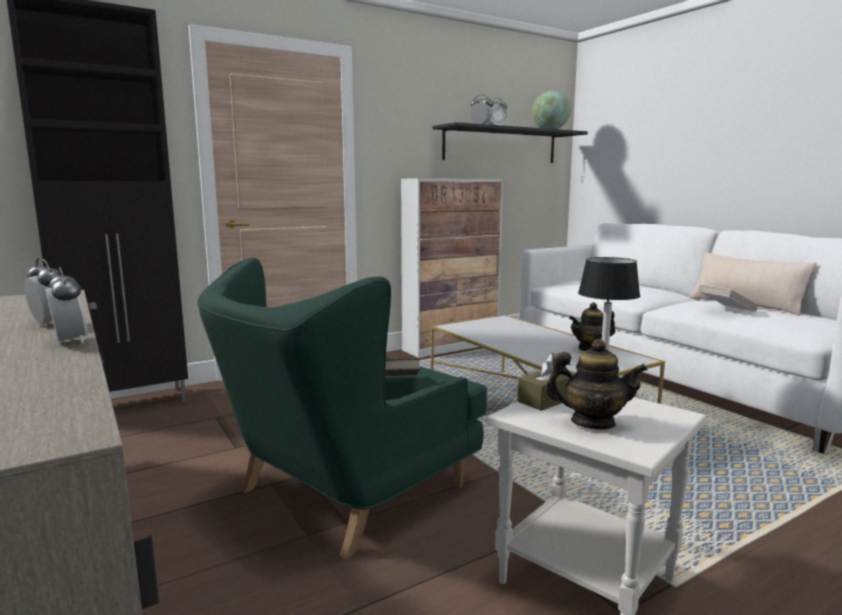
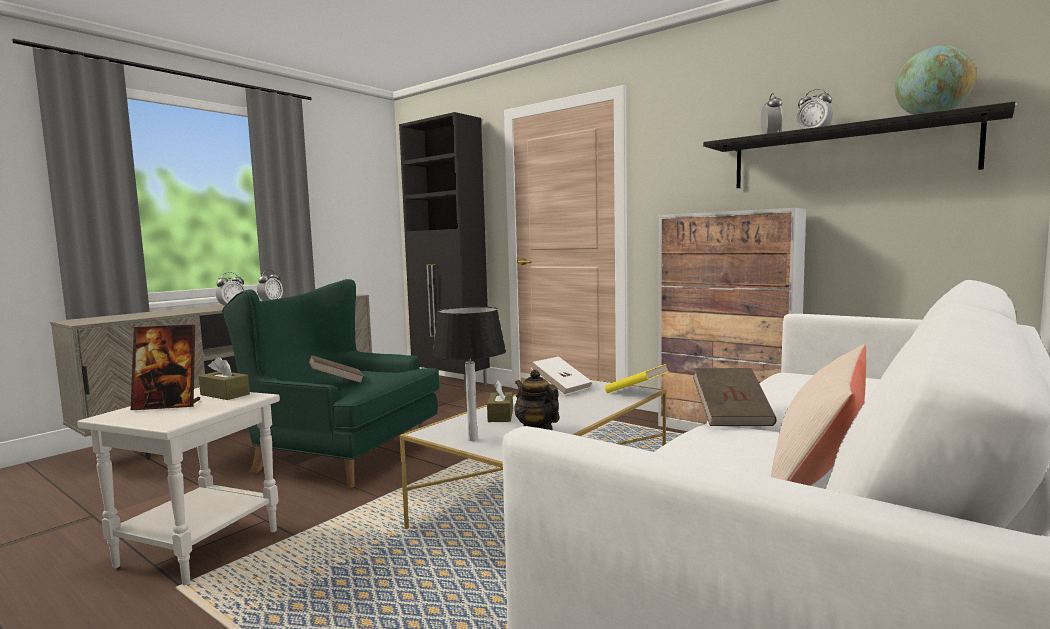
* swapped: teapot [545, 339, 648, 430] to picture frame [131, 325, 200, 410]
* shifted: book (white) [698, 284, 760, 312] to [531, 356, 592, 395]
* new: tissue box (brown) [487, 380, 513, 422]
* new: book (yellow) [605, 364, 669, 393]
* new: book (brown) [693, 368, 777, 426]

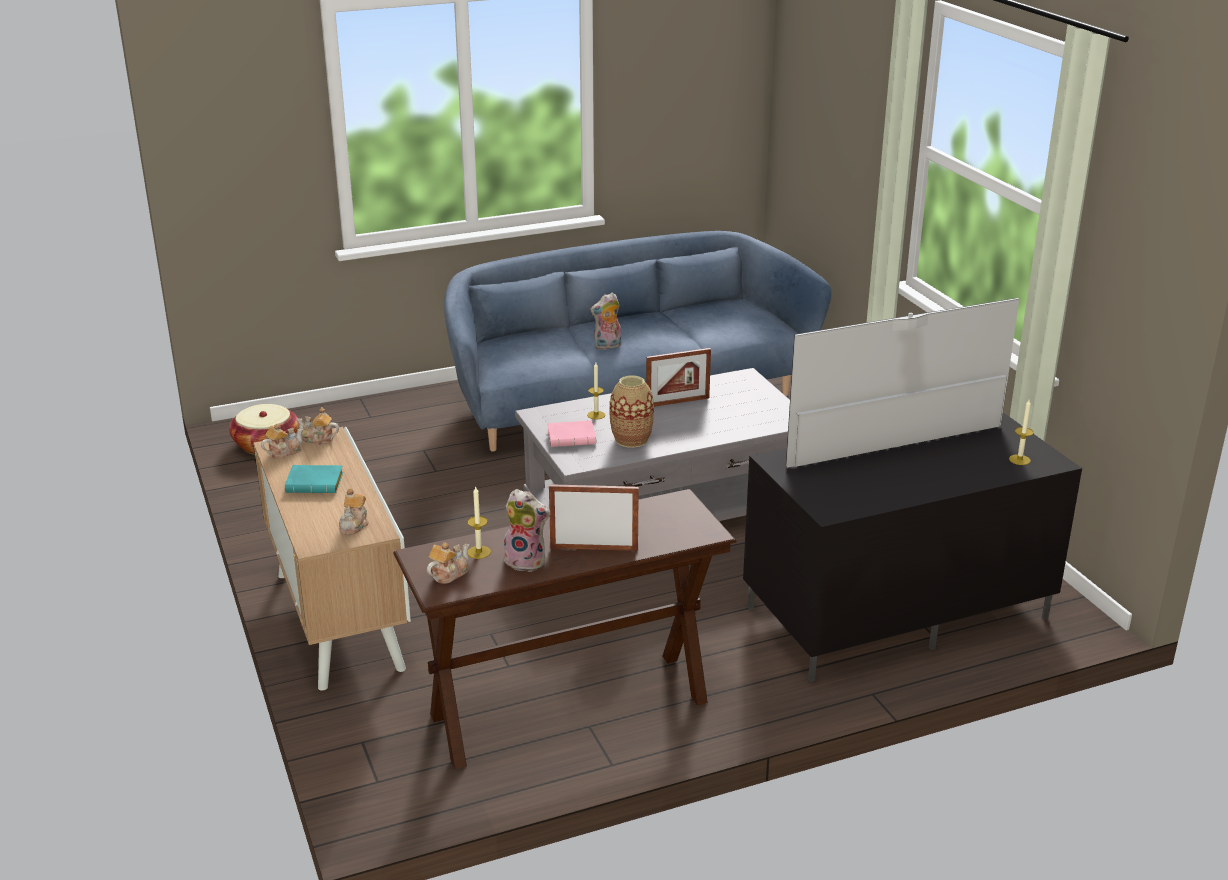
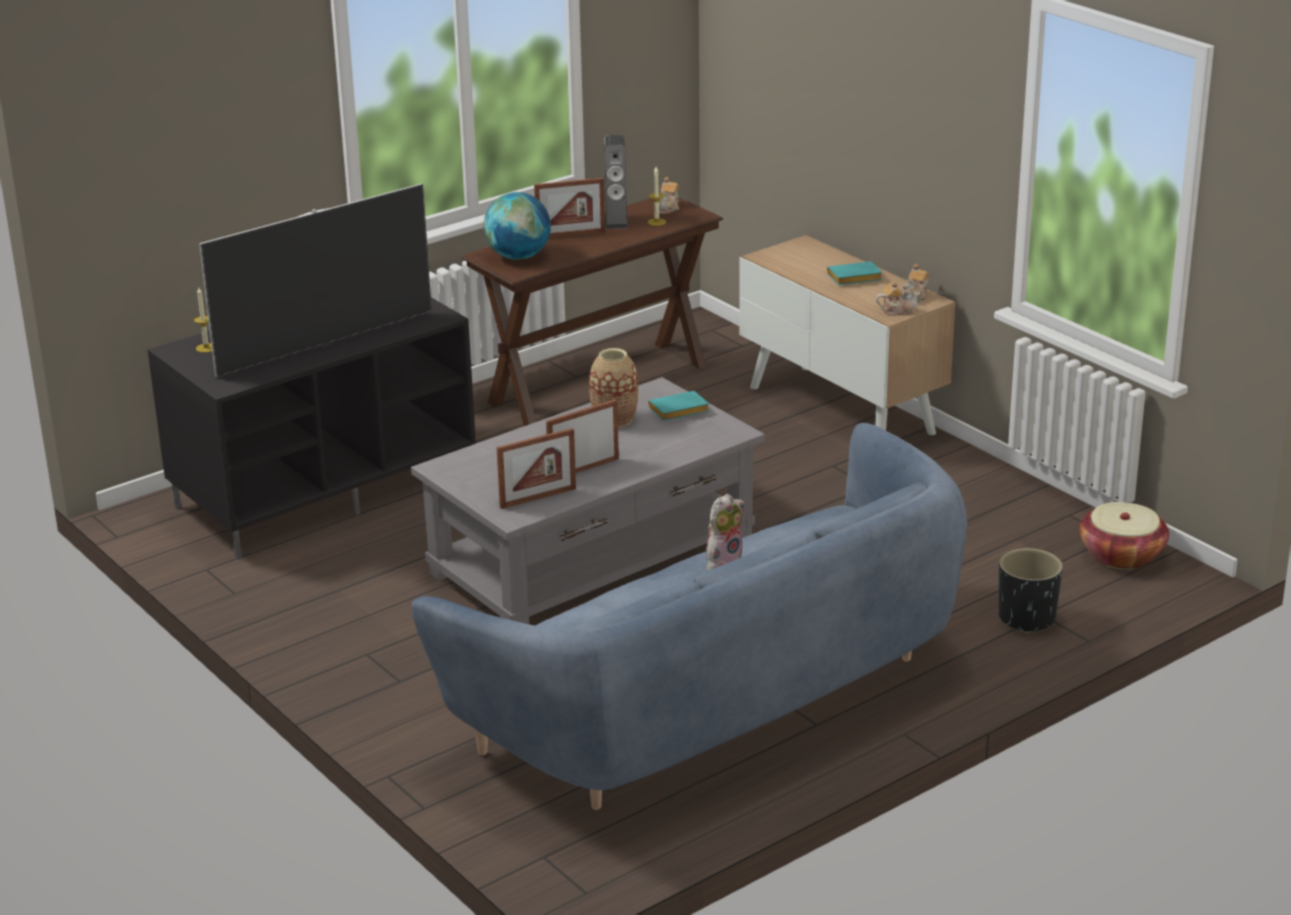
* gone: teapot [339, 488, 369, 535]
* swapped: plush toy [504, 489, 550, 572] to speaker [604, 135, 628, 229]
* repainted: book (pink) [547, 420, 596, 447] to book (turquoise) [648, 391, 709, 421]
* gone: candle [587, 363, 605, 419]
* new: globe [484, 192, 551, 260]
* new: picture frame [496, 428, 576, 509]
* new: planter (black) [998, 548, 1063, 634]

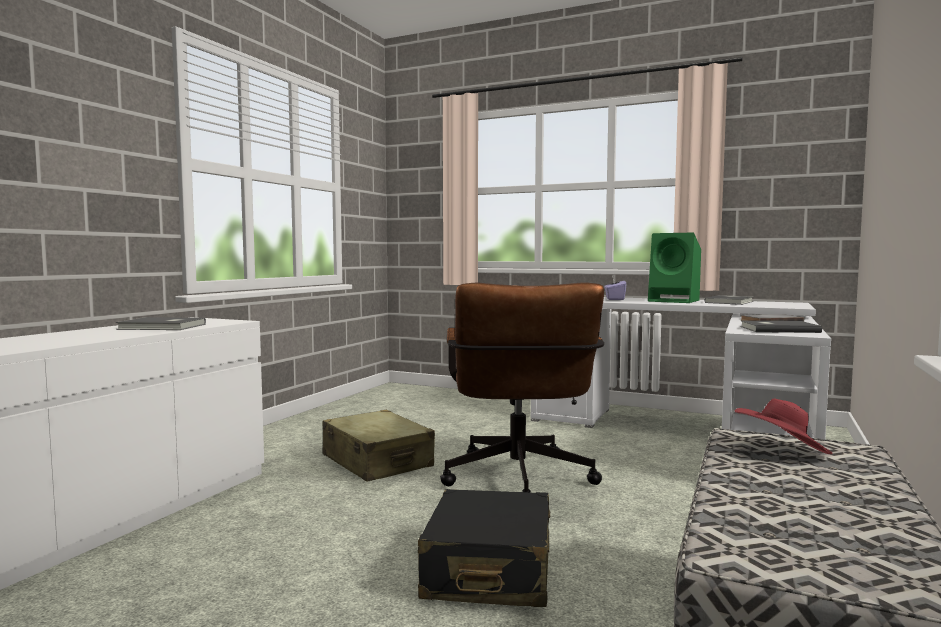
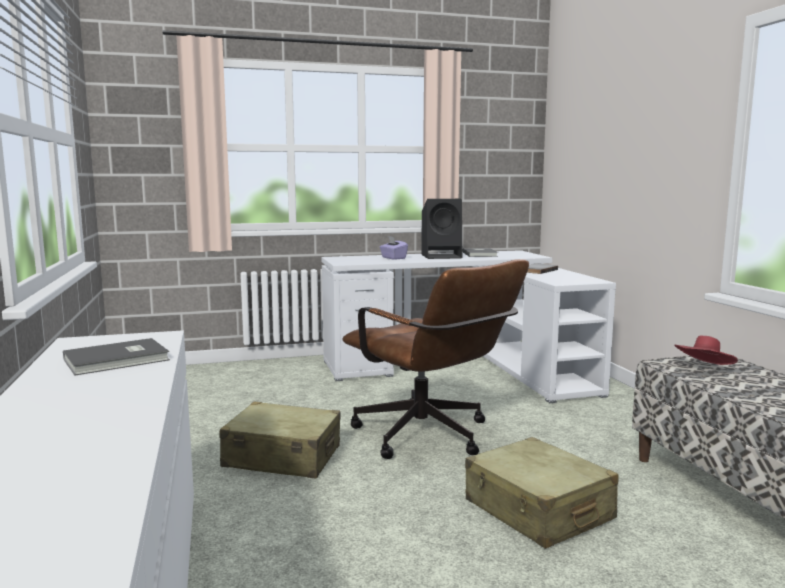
* repainted: suitcase (black) [418, 489, 550, 607] to suitcase (beige) [465, 437, 619, 549]
* repainted: speaker (green) [648, 233, 701, 303] to speaker (black) [421, 199, 462, 259]
* gone: book (grey) [740, 320, 822, 333]

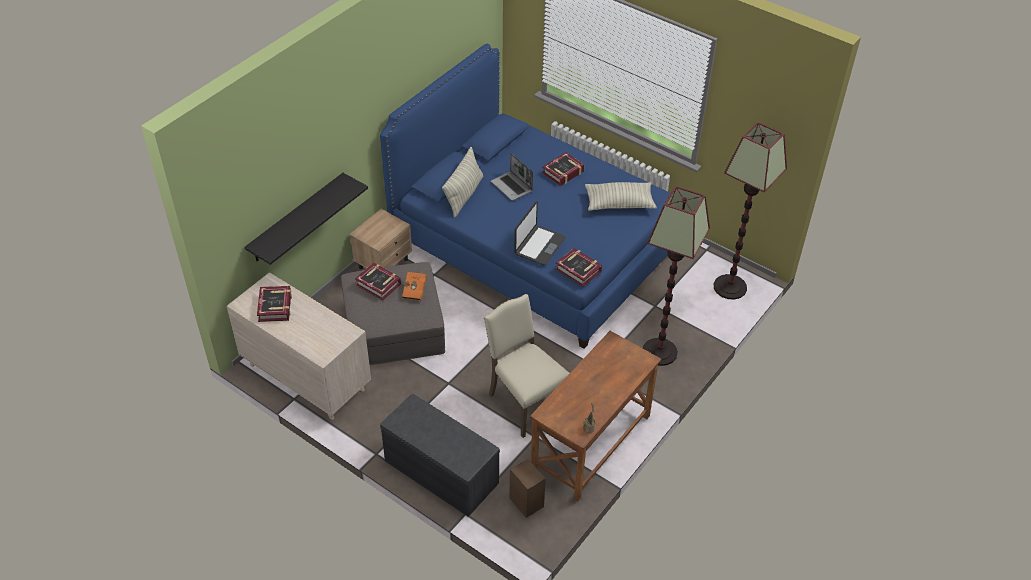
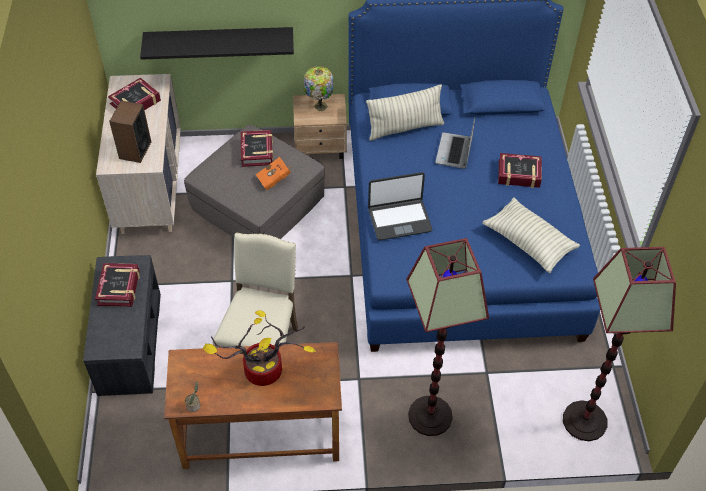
* shifted: speaker [509, 459, 546, 518] to [109, 101, 151, 163]
* shifted: book [555, 248, 602, 287] to [95, 263, 140, 307]
* new: potted plant [203, 310, 316, 386]
* new: table lamp [304, 66, 333, 112]

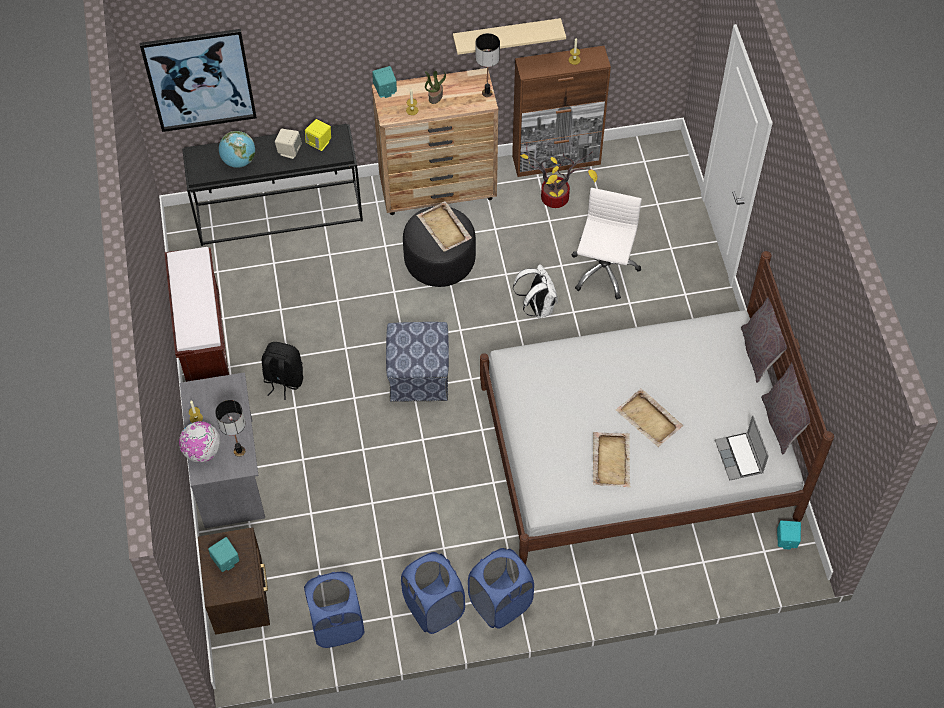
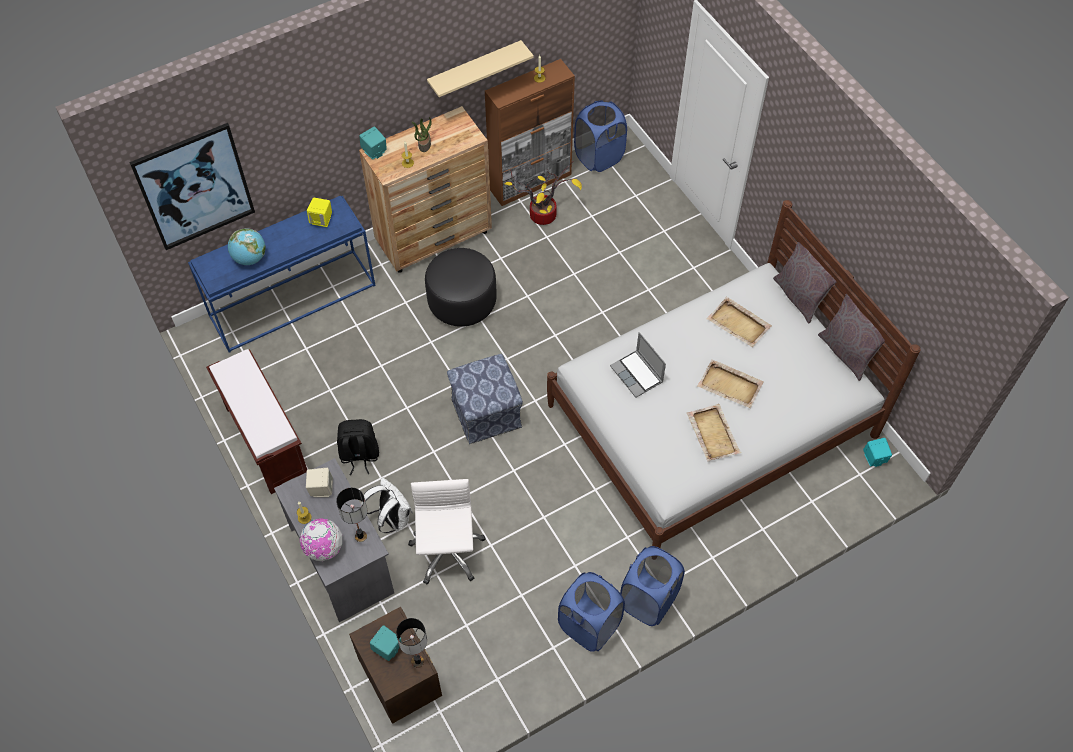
* repainted: console table (black) [182, 124, 363, 246] to console table (blue) [188, 196, 376, 353]
* shifted: speaker (beige) [275, 129, 302, 159] to [306, 468, 333, 497]
* shifted: laundry basket (blue) [304, 572, 364, 648] to [574, 100, 627, 172]
* shifted: tray (beige) [417, 201, 472, 252] to [707, 297, 772, 347]
* shifted: table lamp [475, 33, 500, 97] to [396, 618, 427, 668]
* shifted: backpack (white) [513, 264, 558, 318] to [361, 478, 413, 533]
* shifted: office chair (white) [572, 188, 642, 300] to [408, 479, 486, 585]
* shifted: laptop [715, 415, 769, 481] to [610, 332, 666, 398]

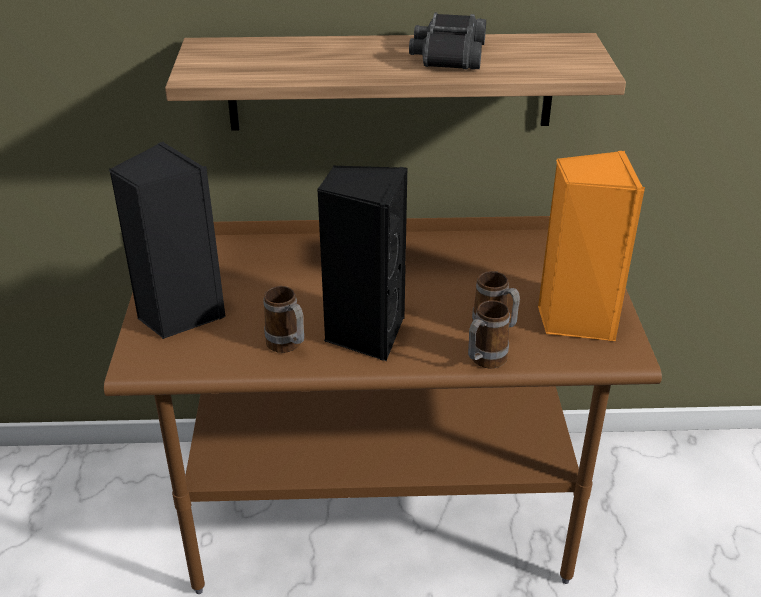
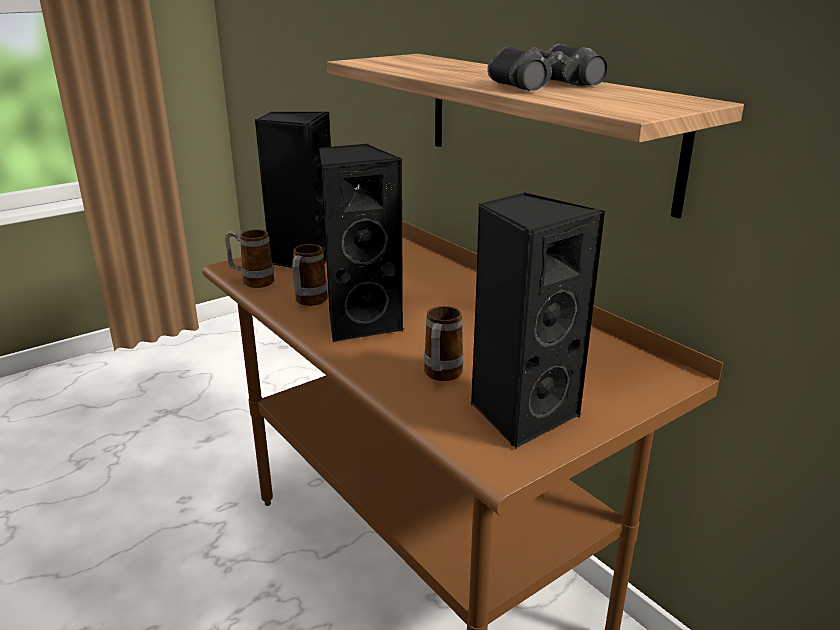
* shifted: mug [468, 300, 510, 369] to [225, 229, 274, 288]
* repainted: speaker (orange) [538, 151, 645, 341] to speaker (black) [471, 192, 605, 449]

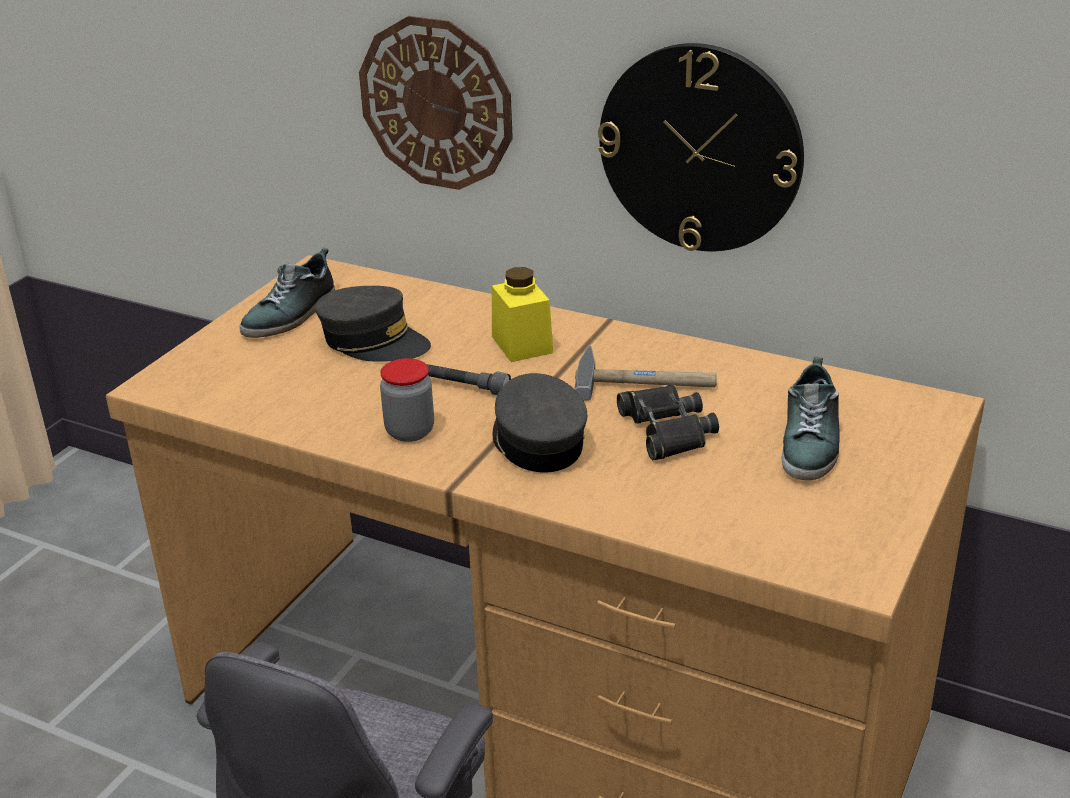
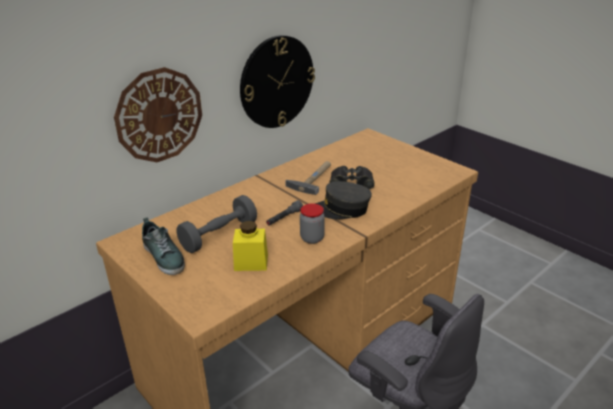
* swapped: cap (grey) [315, 286, 431, 362] to dumbbell (grey) [177, 195, 257, 253]
* shifted: jar (yellow) [492, 267, 553, 362] to [233, 221, 268, 271]
* gone: shoe [782, 357, 840, 480]

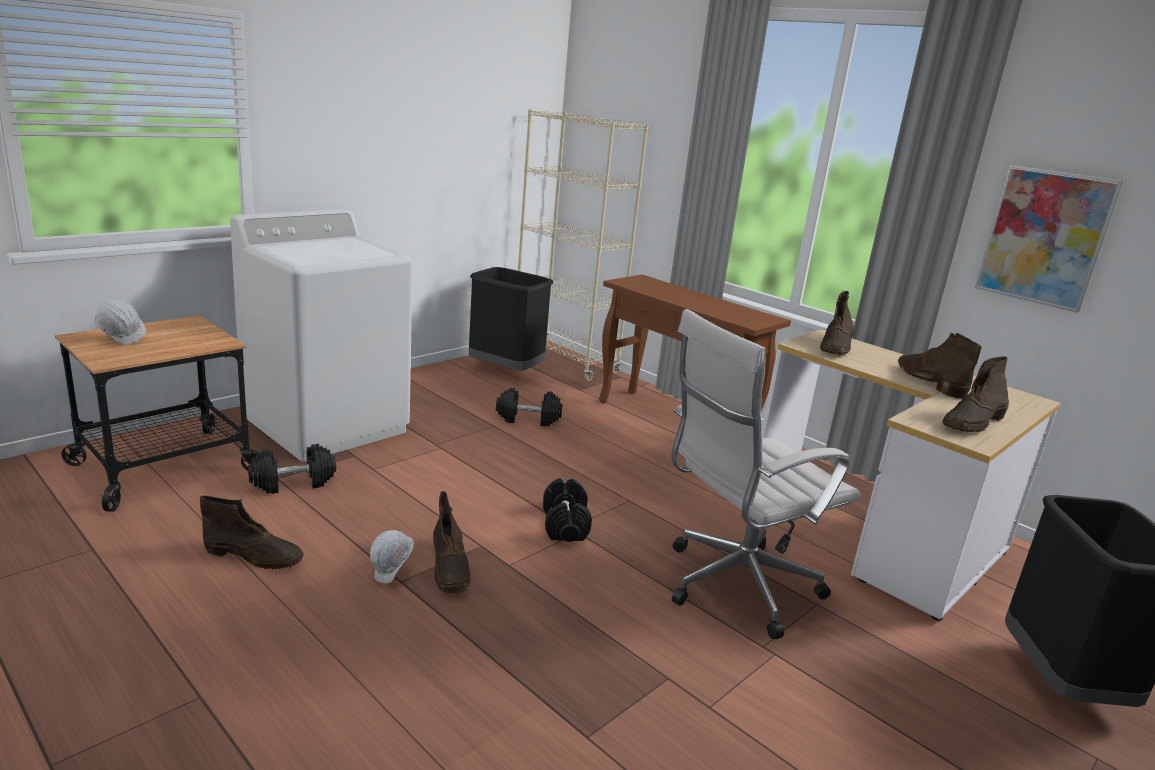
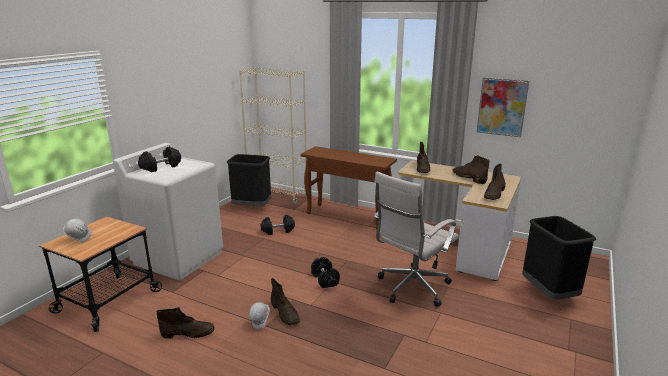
* shifted: dumbbell (black) [248, 444, 336, 494] to [138, 147, 181, 172]

